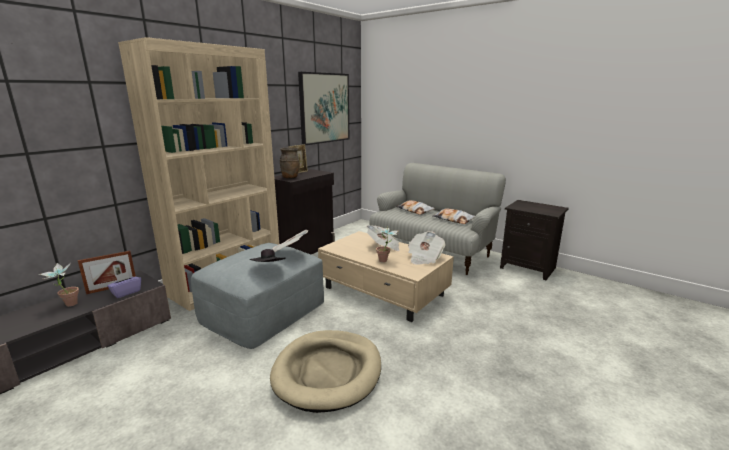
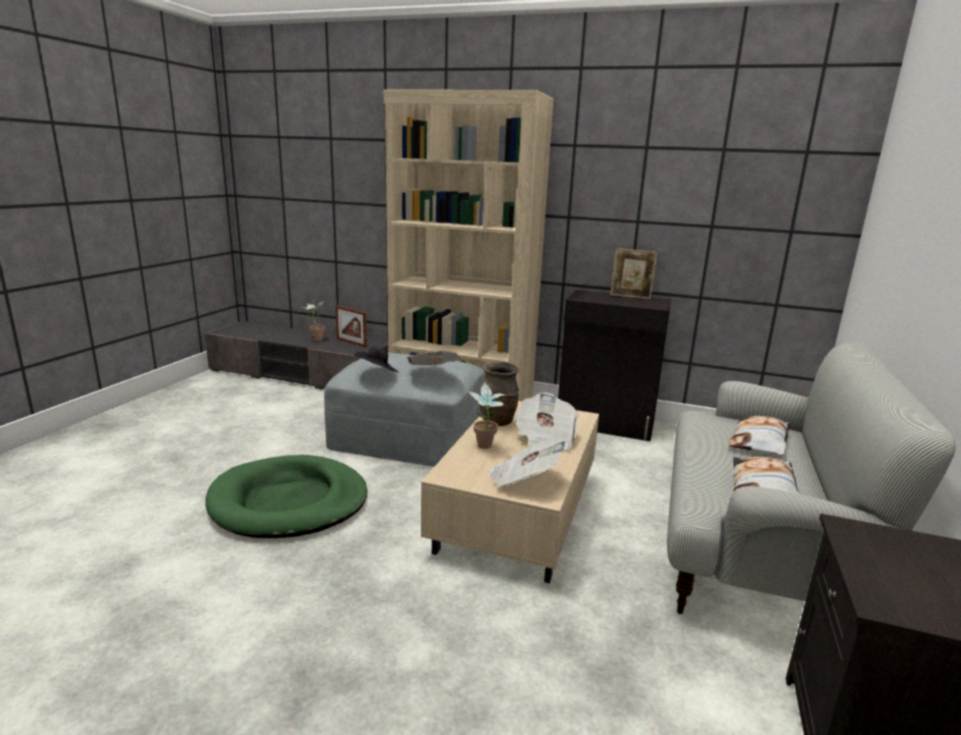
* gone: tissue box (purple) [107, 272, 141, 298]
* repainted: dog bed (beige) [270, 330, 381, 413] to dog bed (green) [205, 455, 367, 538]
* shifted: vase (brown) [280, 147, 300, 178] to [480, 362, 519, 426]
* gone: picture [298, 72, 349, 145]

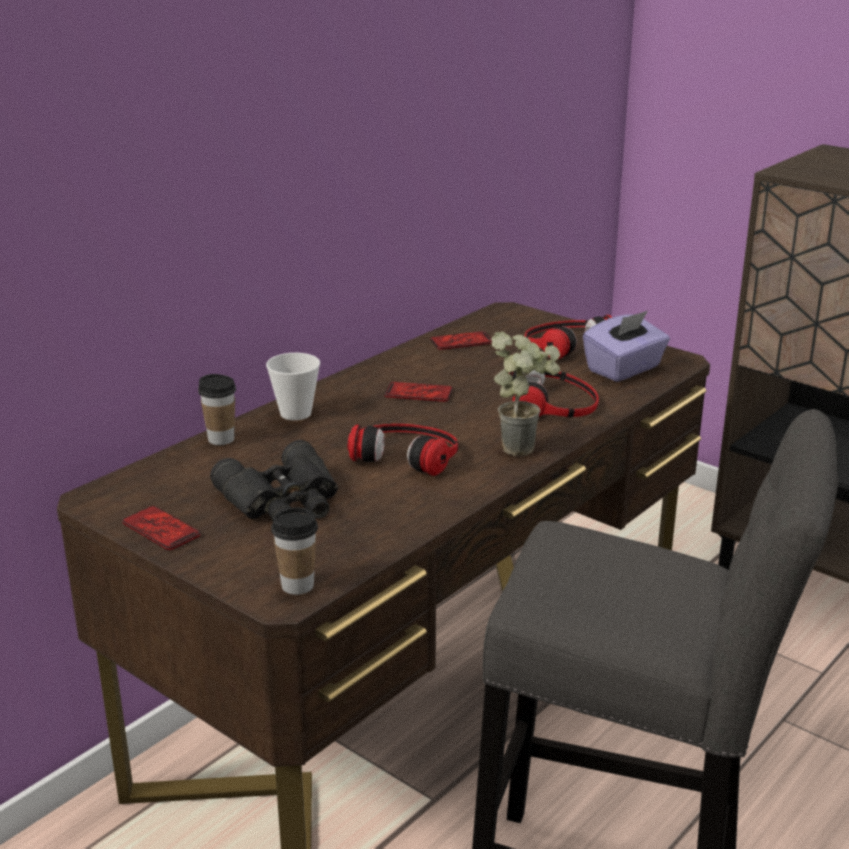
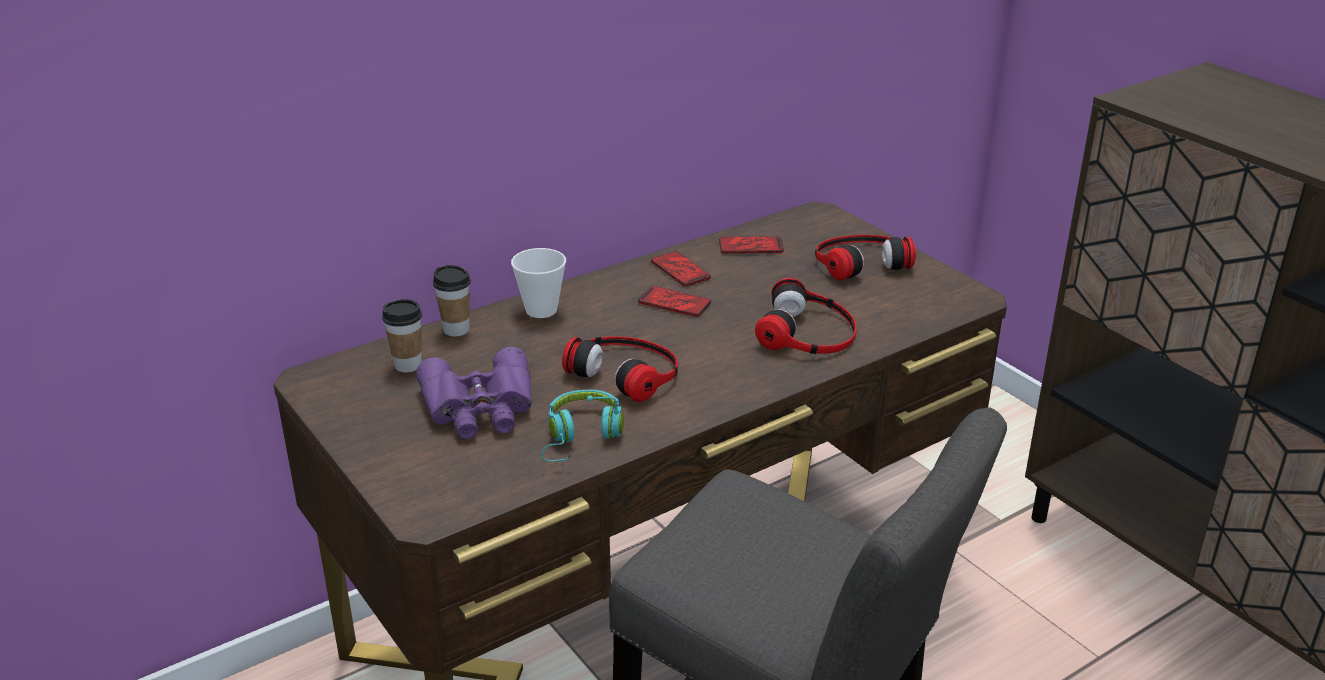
* shifted: phone [122, 506, 201, 550] to [651, 251, 711, 286]
* repainted: binoculars (black) [210, 440, 338, 521] to binoculars (purple) [416, 347, 532, 439]
* shifted: cup [271, 507, 318, 595] to [382, 299, 422, 372]
* gone: potted plant [491, 332, 560, 456]
* gone: tissue box (purple) [583, 311, 670, 382]
* new: headphones (turquoise) [541, 390, 624, 461]

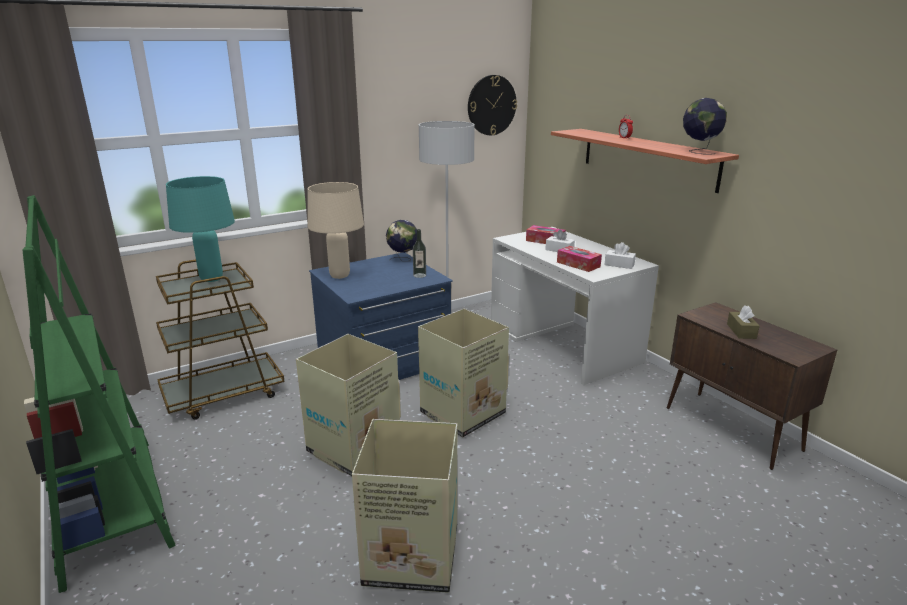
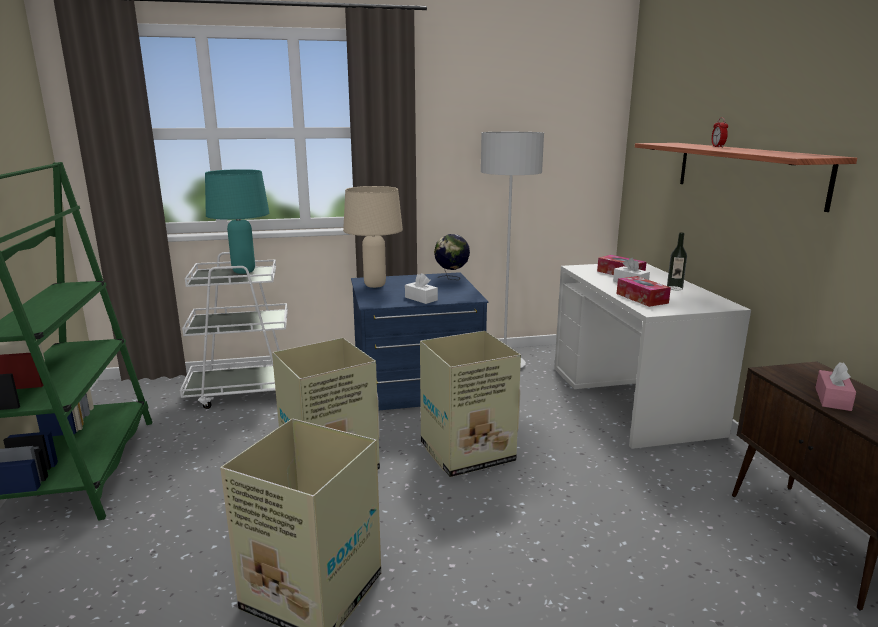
* repainted: cart (brown) [156, 259, 285, 419] to cart (white) [180, 252, 288, 409]
* shifted: bottle [413, 229, 426, 278] to [667, 232, 687, 290]
* gone: wall clock [468, 75, 517, 135]
* shifted: tissue box (white) [604, 242, 636, 269] to [405, 273, 438, 304]
* gone: globe [683, 98, 727, 155]
* repainted: tissue box (brown) [727, 305, 760, 339] to tissue box (pink) [815, 362, 856, 411]

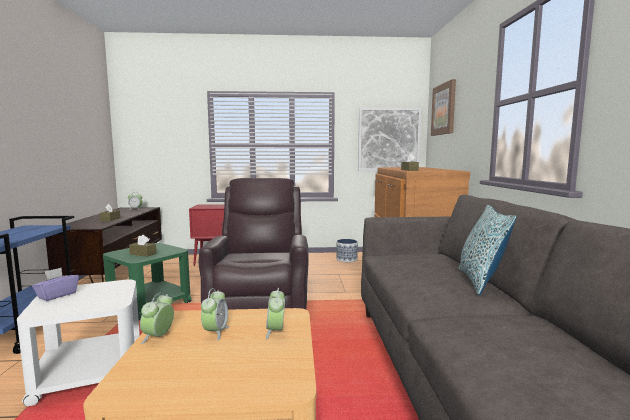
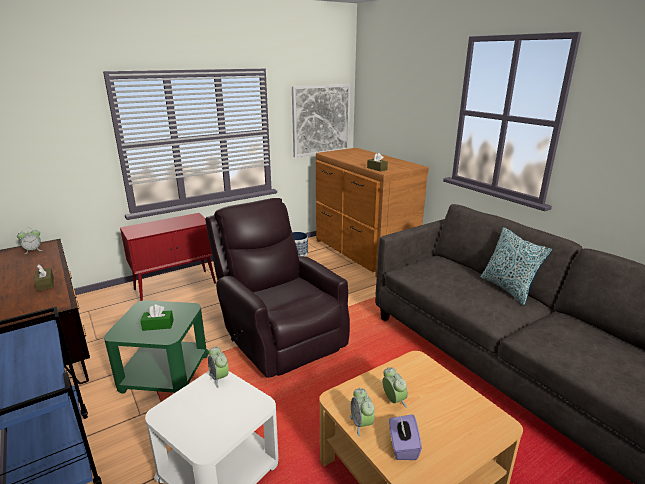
* shifted: tissue box (purple) [32, 268, 79, 301] to [389, 414, 422, 460]
* repainted: tissue box (brown) [129, 235, 156, 257] to tissue box (green) [140, 305, 174, 331]
* shifted: alarm clock [266, 288, 285, 339] to [208, 346, 229, 388]
* gone: picture [431, 79, 456, 136]

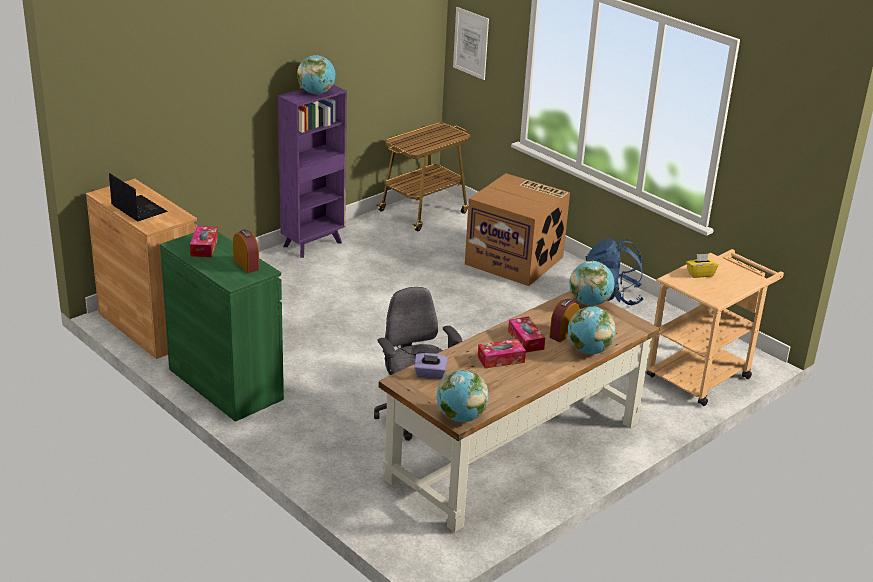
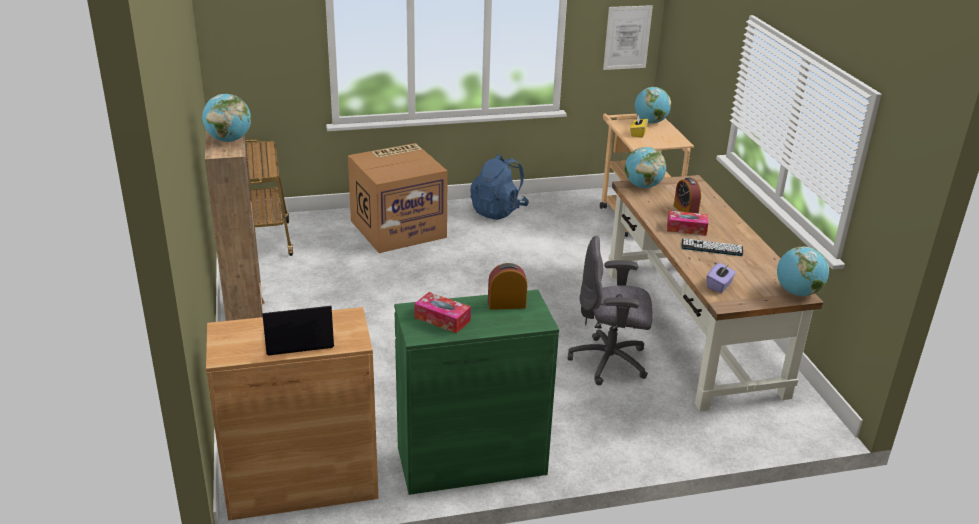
* repainted: bookcase (purple) [278, 85, 347, 258] to bookcase (brown) [205, 130, 265, 321]
* shifted: picture [453, 7, 489, 80] to [603, 5, 653, 70]
* swapped: tissue box [478, 339, 526, 369] to keyboard [681, 238, 743, 256]
* shifted: globe [568, 306, 616, 354] to [635, 87, 671, 124]

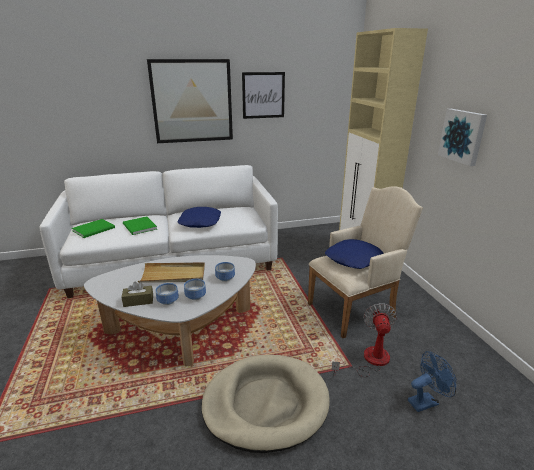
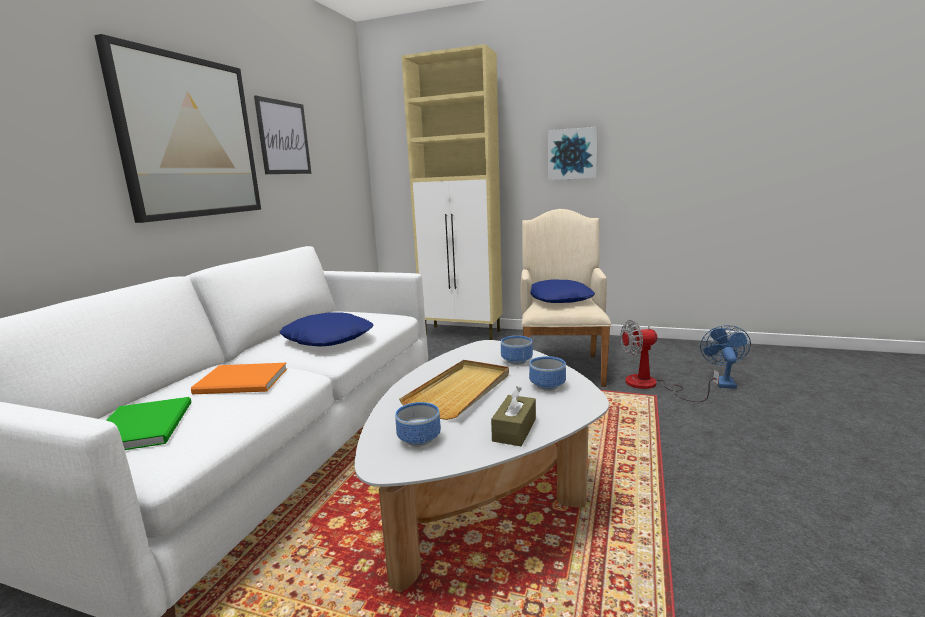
* repainted: book (green) [123, 216, 157, 235] to book (orange) [191, 363, 287, 394]
* shifted: bowl [156, 283, 179, 305] to [395, 402, 441, 447]
* gone: dog bed (beige) [202, 355, 330, 453]
* rotated: fan [332, 303, 397, 377] = [621, 320, 719, 402] 45 degrees counterclockwise

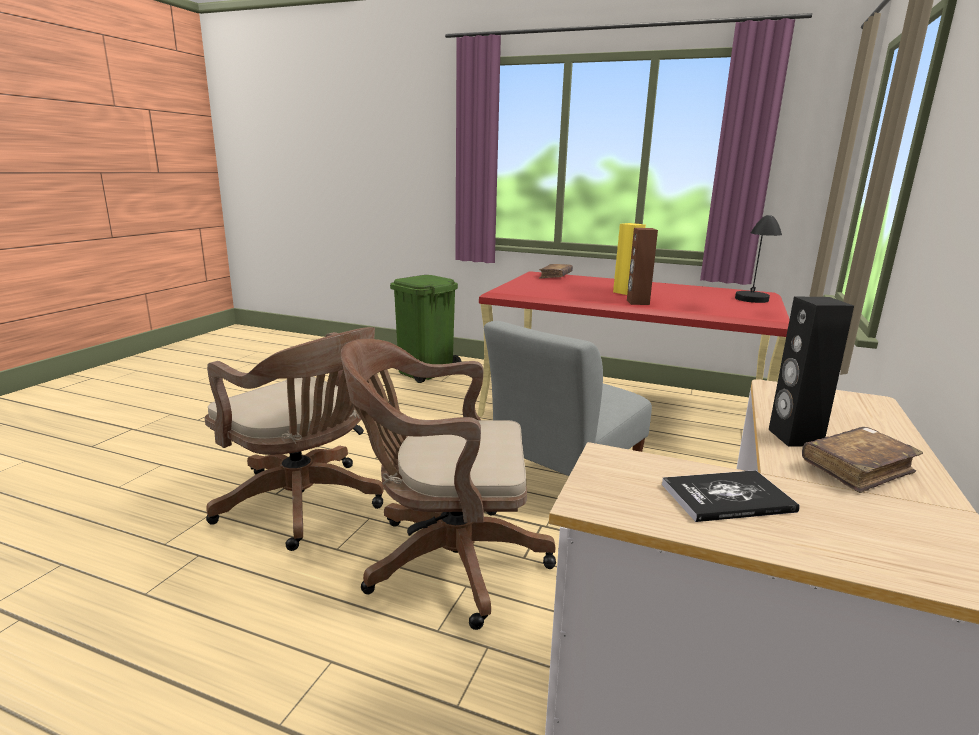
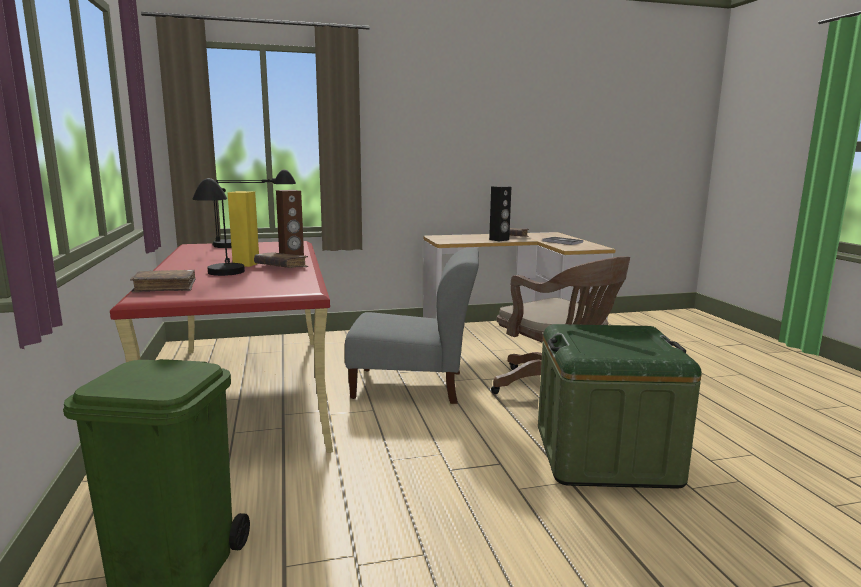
* swapped: office chair (brown) [205, 327, 384, 551] to storage box (green) [538, 324, 702, 489]
* new: table lamp (black) [192, 178, 245, 276]
* new: book (brown) [254, 253, 308, 268]

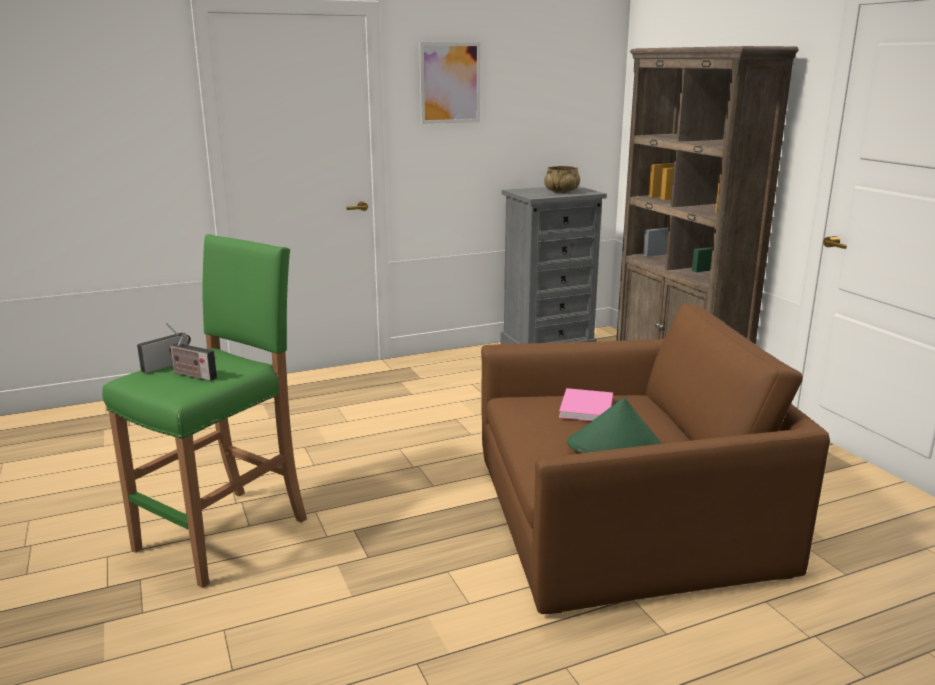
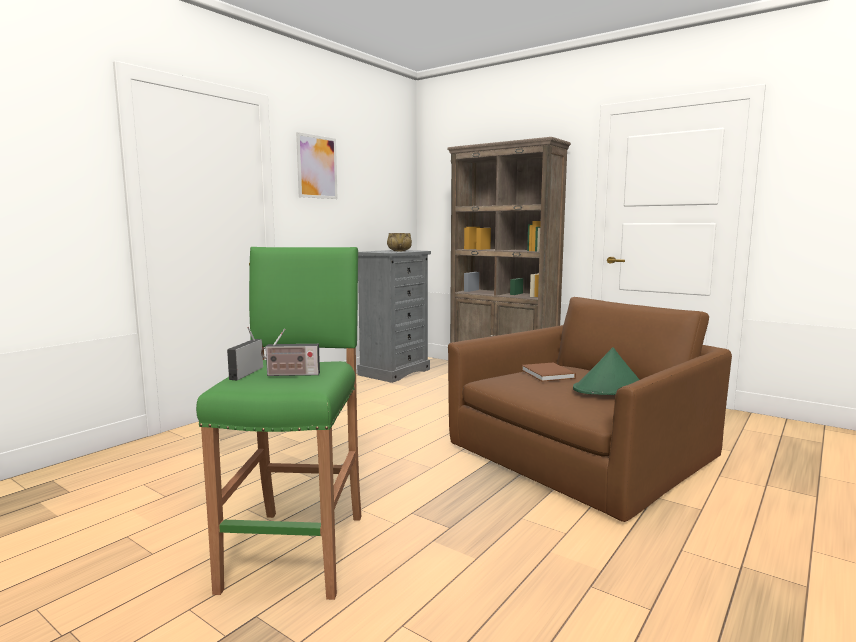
* repainted: book (pink) [559, 388, 613, 421] to book (brown) [521, 363, 576, 381]

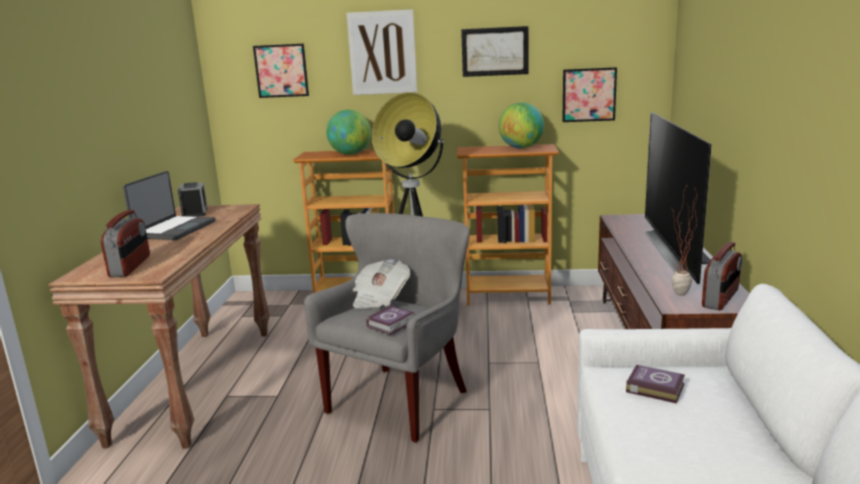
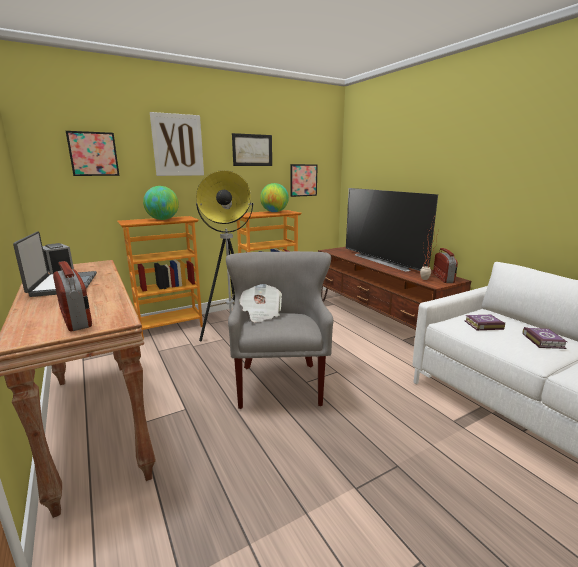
* shifted: book [366, 305, 414, 335] to [523, 327, 567, 349]

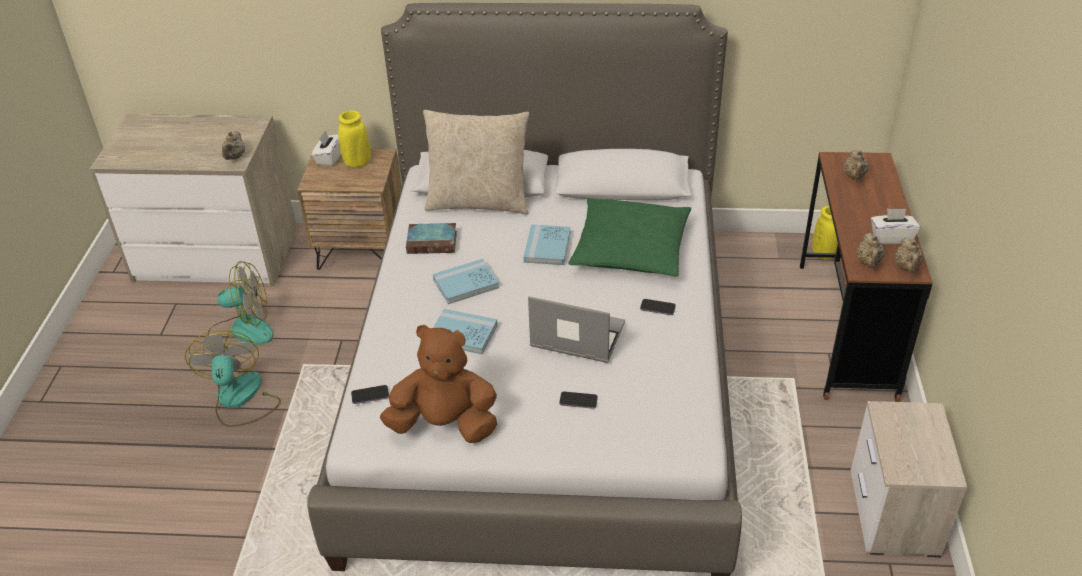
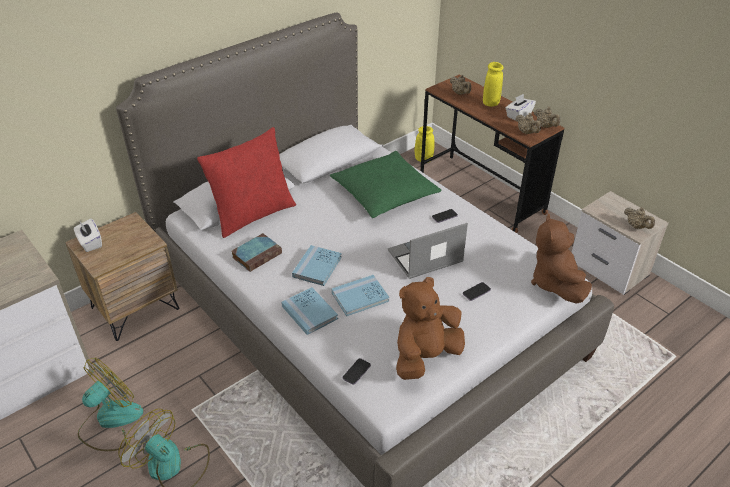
* shifted: teapot (beige) [222, 131, 245, 160] to [624, 207, 655, 229]
* shifted: vase (yellow) [338, 110, 371, 168] to [483, 62, 503, 107]
* repainted: pillow (beige) [423, 110, 529, 215] to pillow (red) [197, 127, 296, 238]
* shifted: book (blue) [524, 224, 570, 265] to [281, 287, 338, 335]
* new: plush toy (brown) [531, 214, 592, 304]

